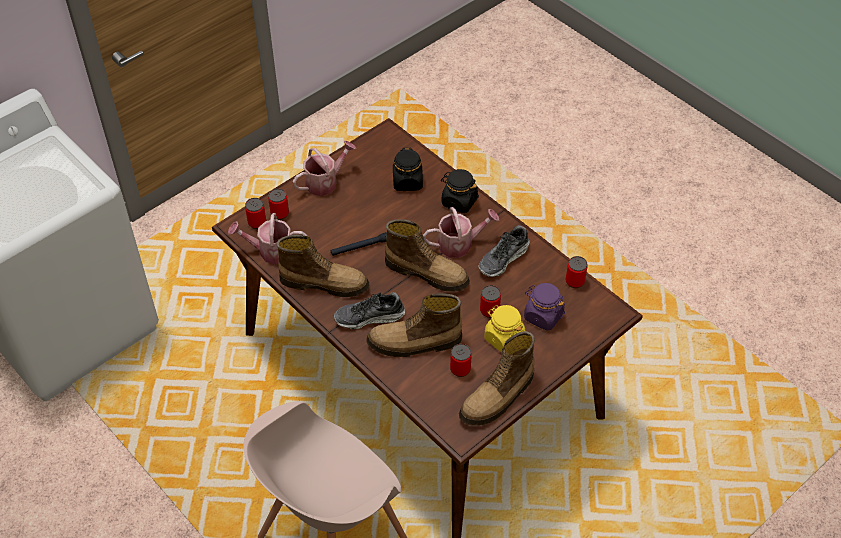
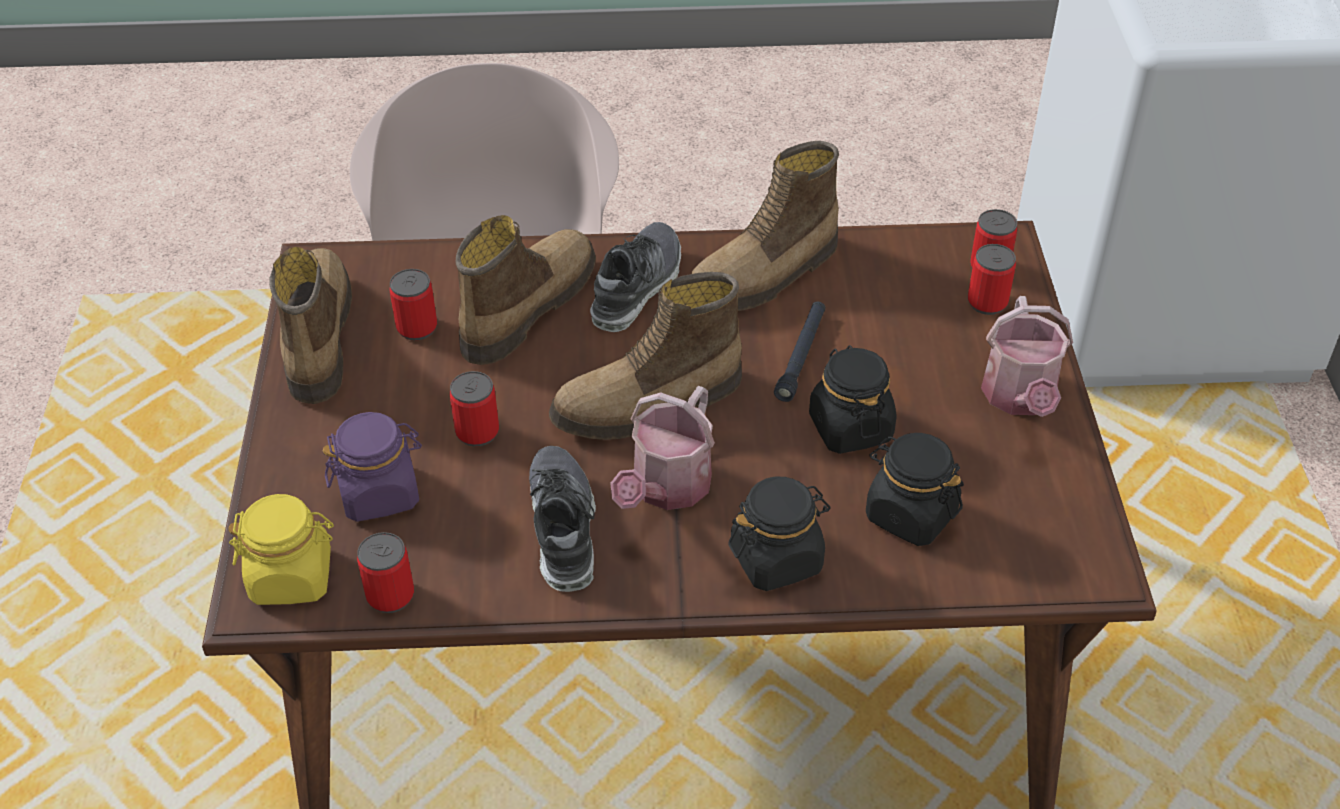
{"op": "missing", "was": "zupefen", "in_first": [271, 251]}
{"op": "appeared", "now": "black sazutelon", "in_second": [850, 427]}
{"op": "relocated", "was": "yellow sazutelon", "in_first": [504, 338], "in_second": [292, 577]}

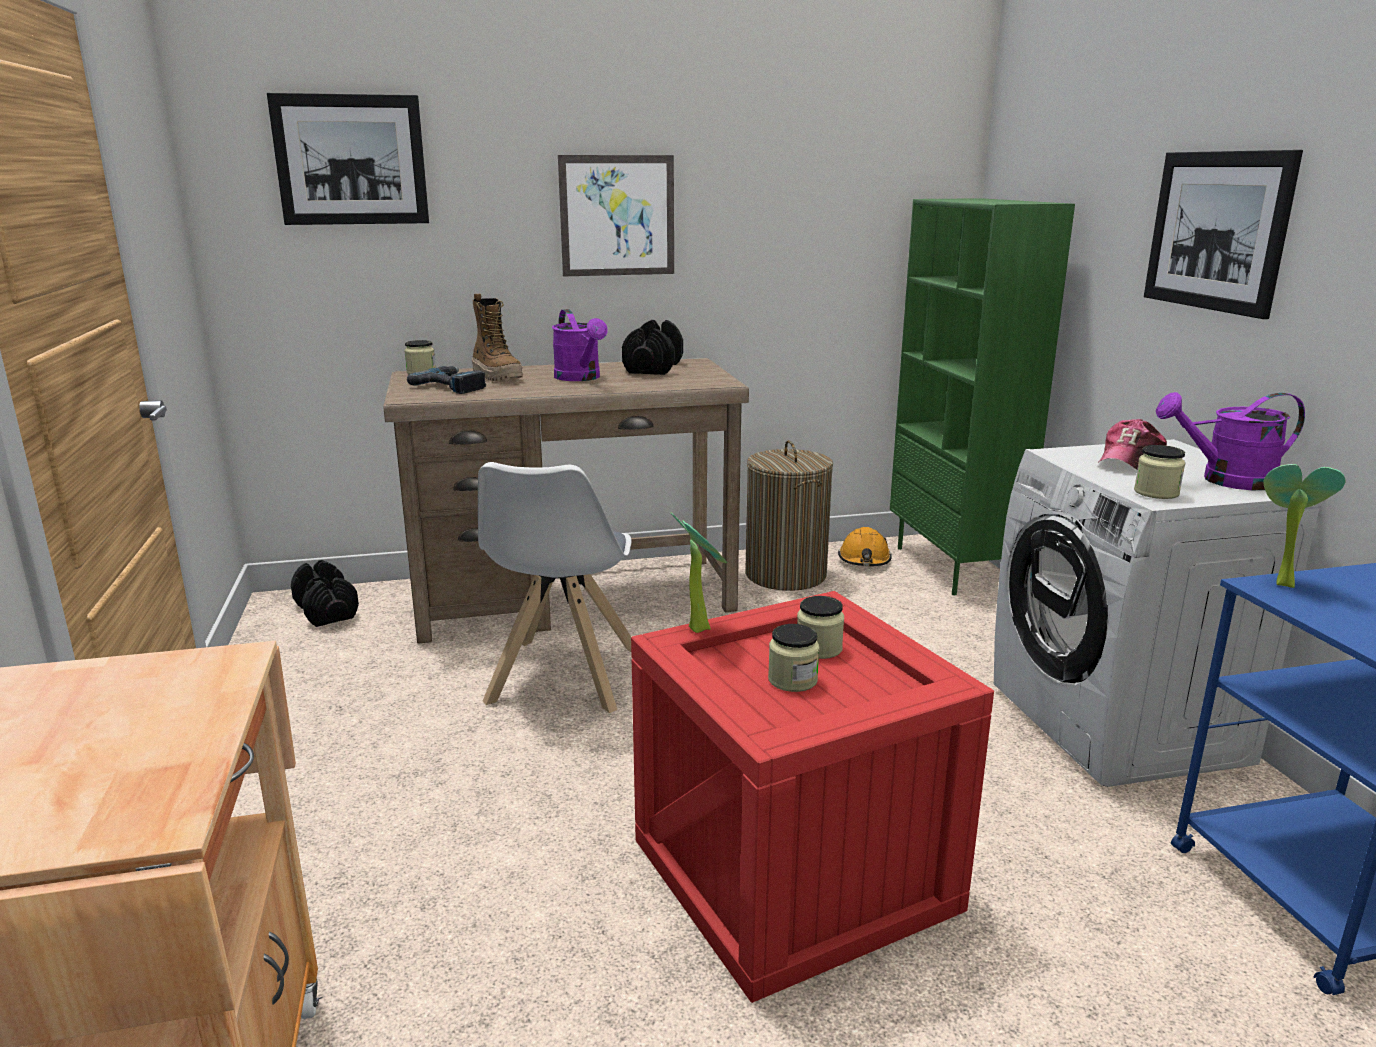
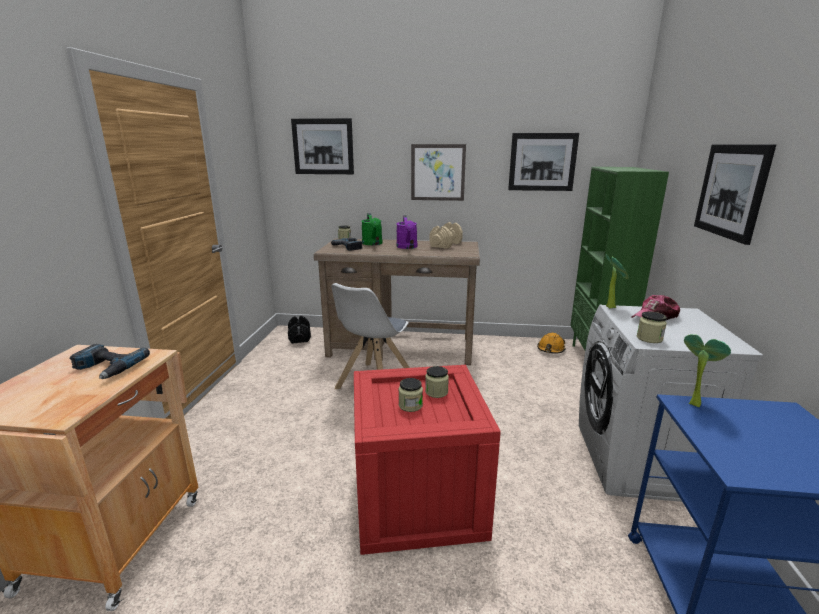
{"op": "missing", "was": "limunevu", "in_first": [786, 575]}
{"op": "missing", "was": "purple zupefen", "in_first": [1226, 481]}
{"op": "appeared", "now": "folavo", "in_second": [106, 368]}
{"op": "appeared", "now": "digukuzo", "in_second": [542, 162]}
{"op": "relocated", "was": "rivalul", "in_first": [700, 627], "in_second": [611, 306]}
{"op": "exchanged", "was": "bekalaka", "now": "green zupefen", "in_first": [497, 377], "in_second": [373, 244]}
{"op": "colour", "was": "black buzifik", "now": "beige buzifik", "in_first": [653, 367], "in_second": [445, 244]}

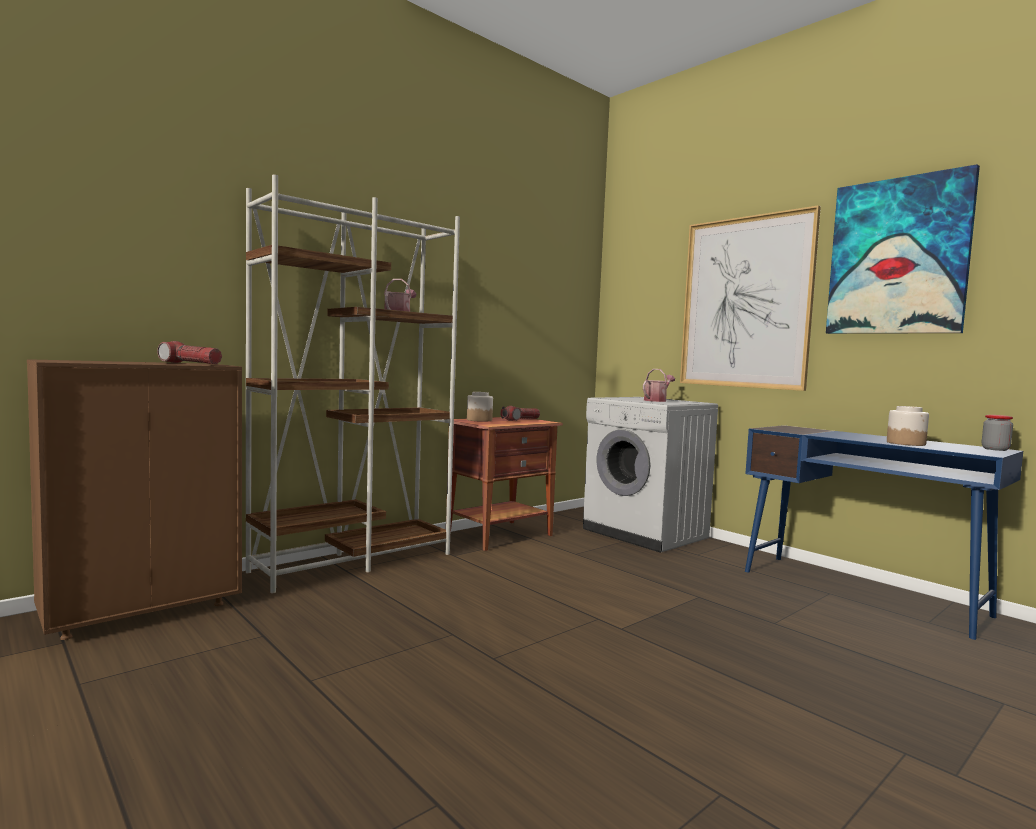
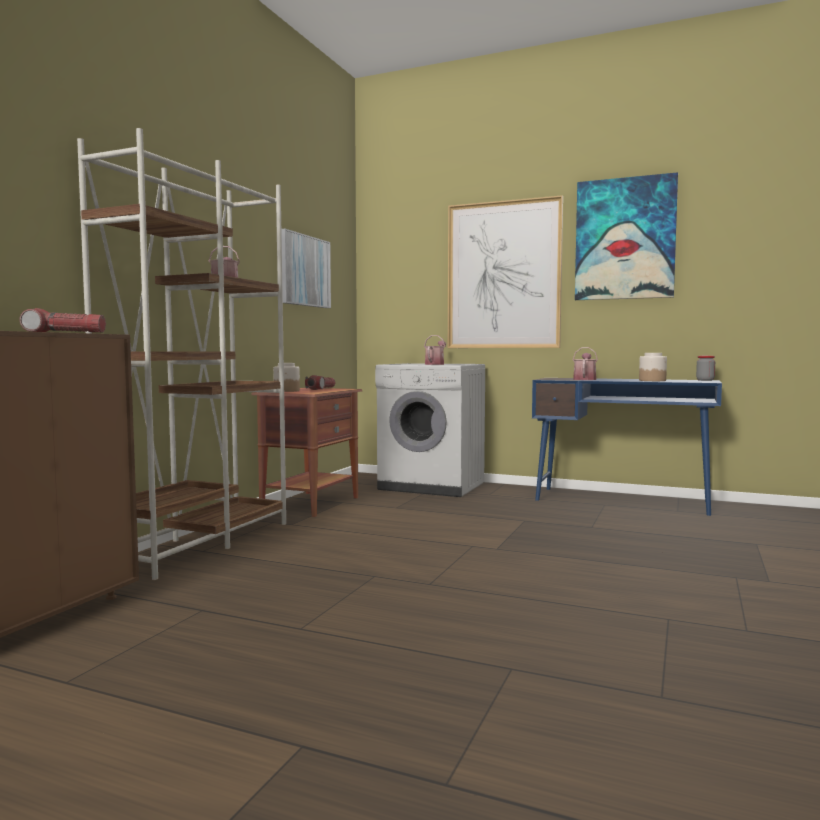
{"op": "appeared", "now": "digukuzo", "in_second": [304, 271]}
{"op": "appeared", "now": "zupefen", "in_second": [584, 379]}

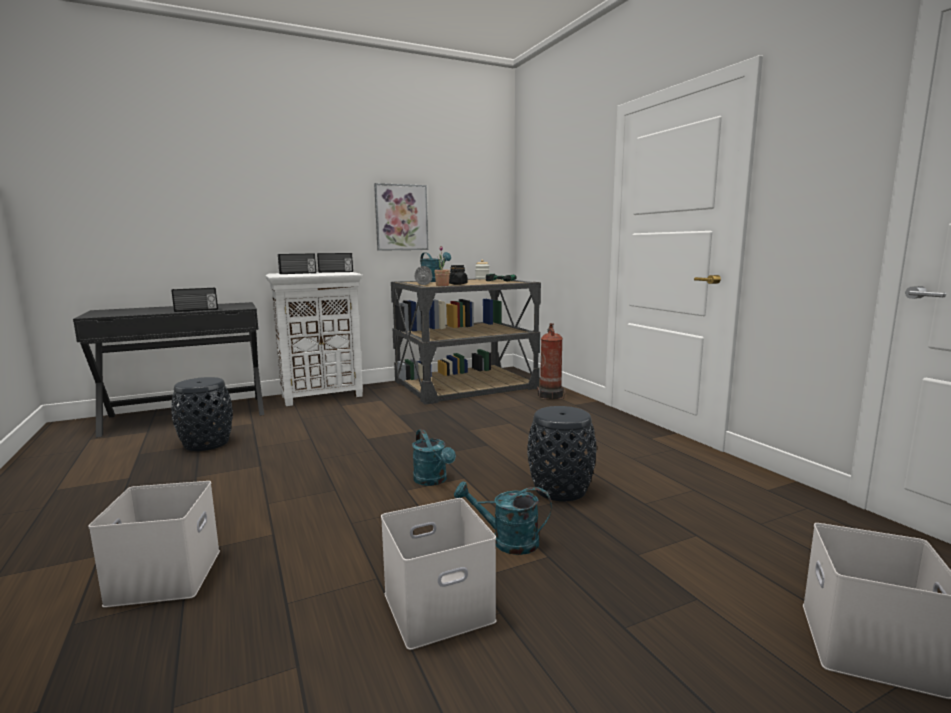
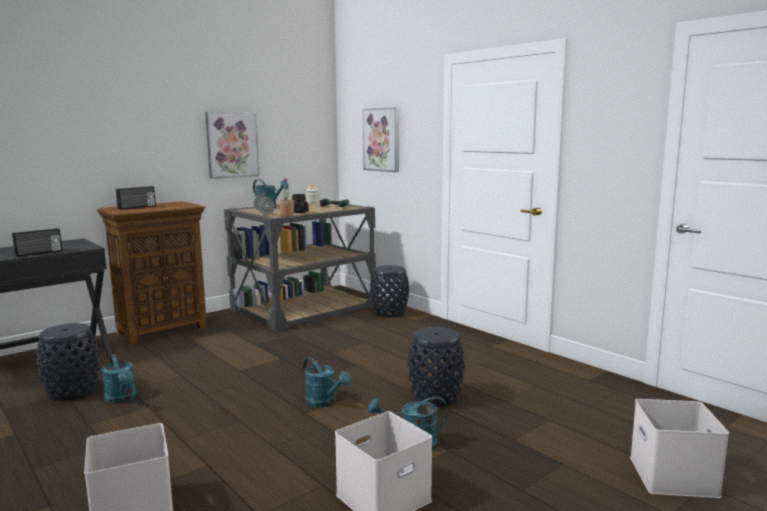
{"op": "missing", "was": "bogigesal", "in_first": [336, 272]}
{"op": "appeared", "now": "turquoise zupefen", "in_second": [122, 399]}
{"op": "appeared", "now": "digukuzo", "in_second": [382, 139]}
{"op": "exchanged", "was": "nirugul", "now": "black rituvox", "in_first": [550, 395], "in_second": [390, 313]}
{"op": "colour", "was": "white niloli", "now": "brown niloli", "in_first": [323, 395], "in_second": [163, 330]}

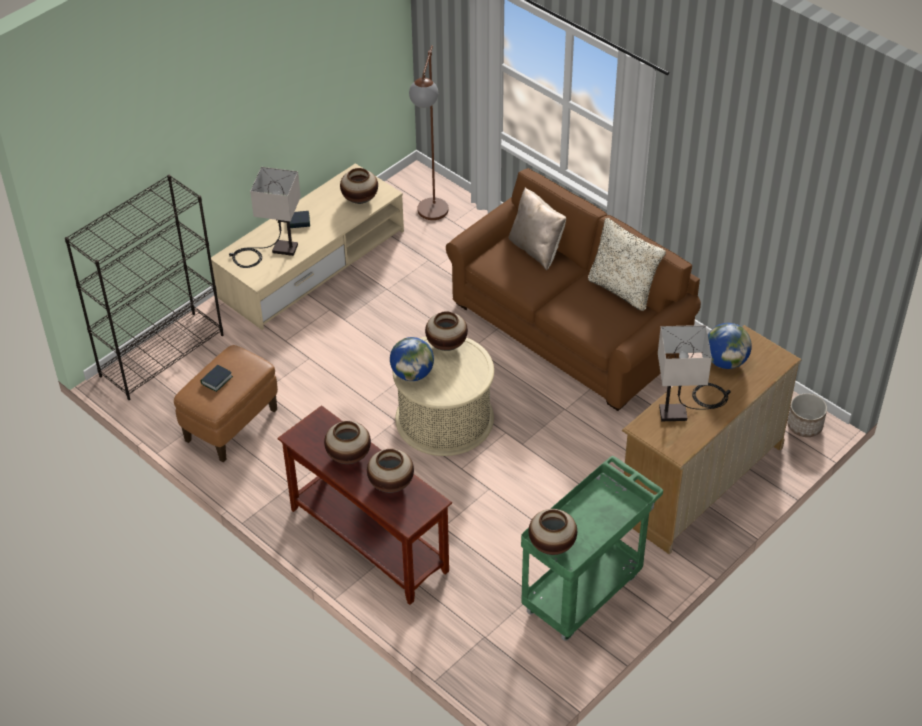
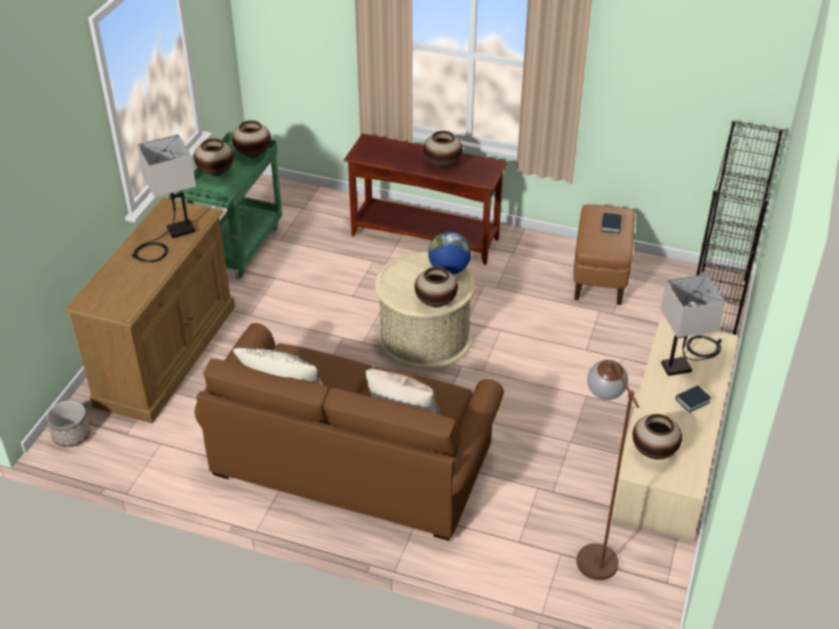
{"op": "missing", "was": "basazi", "in_first": [725, 361]}
{"op": "relocated", "was": "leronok", "in_first": [391, 484], "in_second": [216, 172]}

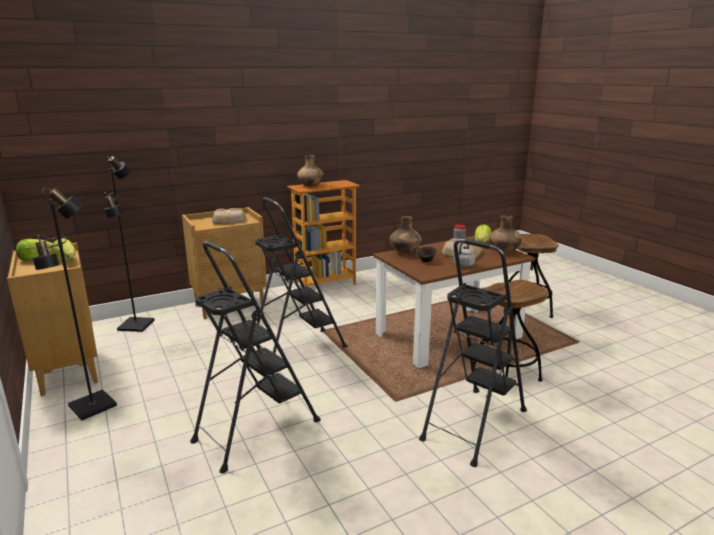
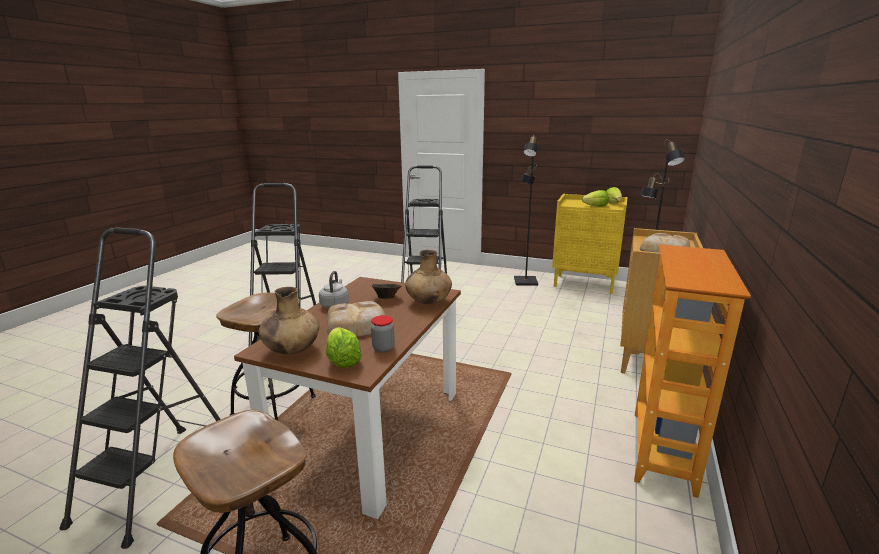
{"op": "missing", "was": "brown leronok", "in_first": [310, 186]}
{"op": "relocated", "was": "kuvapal", "in_first": [297, 350], "in_second": [160, 477]}
{"op": "colour", "was": "brown niloli", "now": "yellow niloli", "in_first": [69, 370], "in_second": [584, 284]}

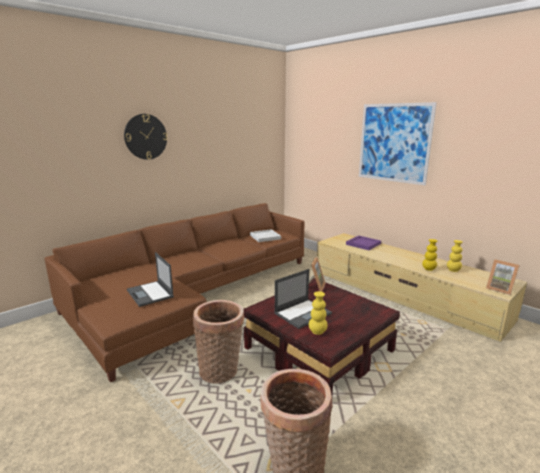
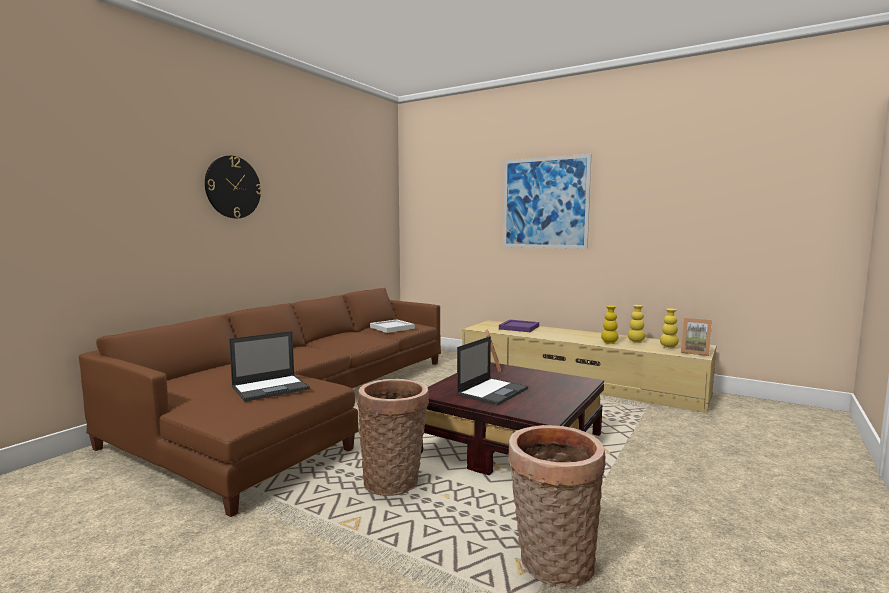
{"op": "relocated", "was": "yellow leronok", "in_first": [317, 332], "in_second": [668, 347]}
{"op": "spun", "was": "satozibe", "in_first": [150, 294], "in_second": [271, 388], "clockwise": -75}

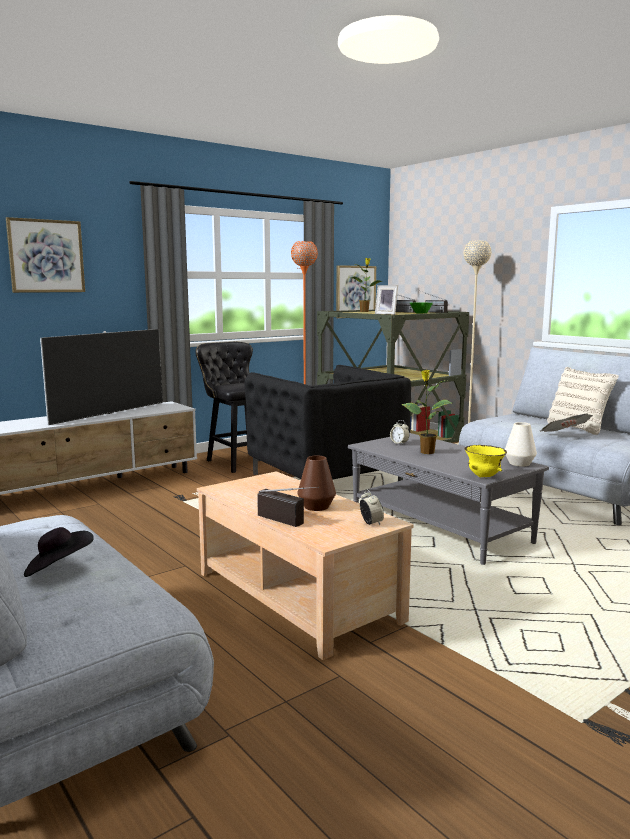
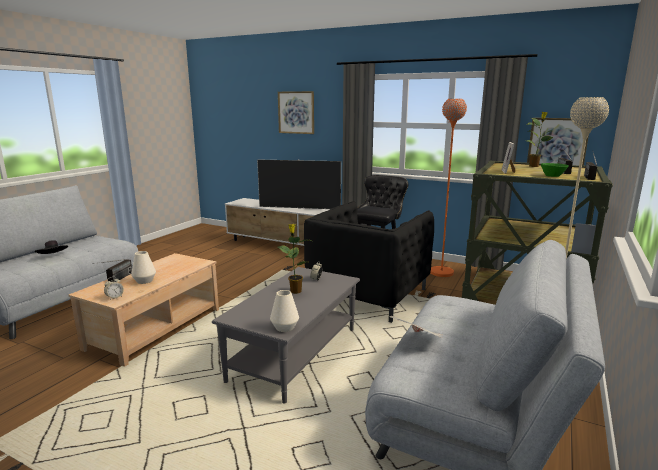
{"op": "missing", "was": "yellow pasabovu", "in_first": [483, 477]}
{"op": "missing", "was": "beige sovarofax", "in_first": [578, 428]}
{"op": "colour", "was": "brown leronok", "now": "white leronok", "in_first": [316, 507], "in_second": [144, 281]}

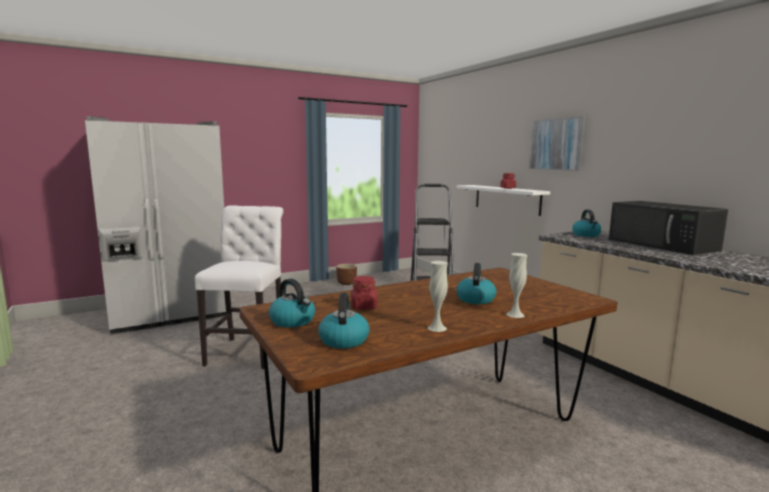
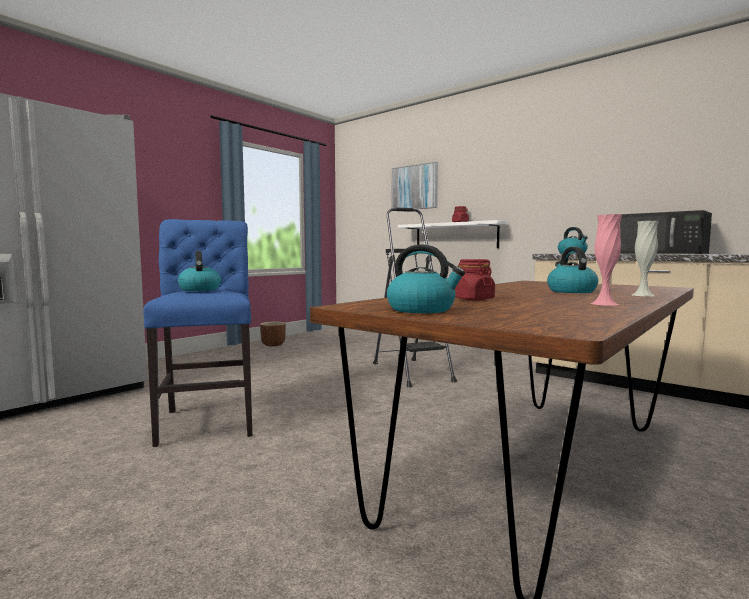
{"op": "relocated", "was": "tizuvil", "in_first": [343, 340], "in_second": [199, 289]}
{"op": "relocated", "was": "digukuzo", "in_first": [556, 144], "in_second": [414, 187]}
{"op": "colour", "was": "white rituvox", "now": "blue rituvox", "in_first": [249, 351], "in_second": [209, 420]}
{"op": "colour", "was": "white leronok", "now": "pink leronok", "in_first": [437, 328], "in_second": [604, 304]}

